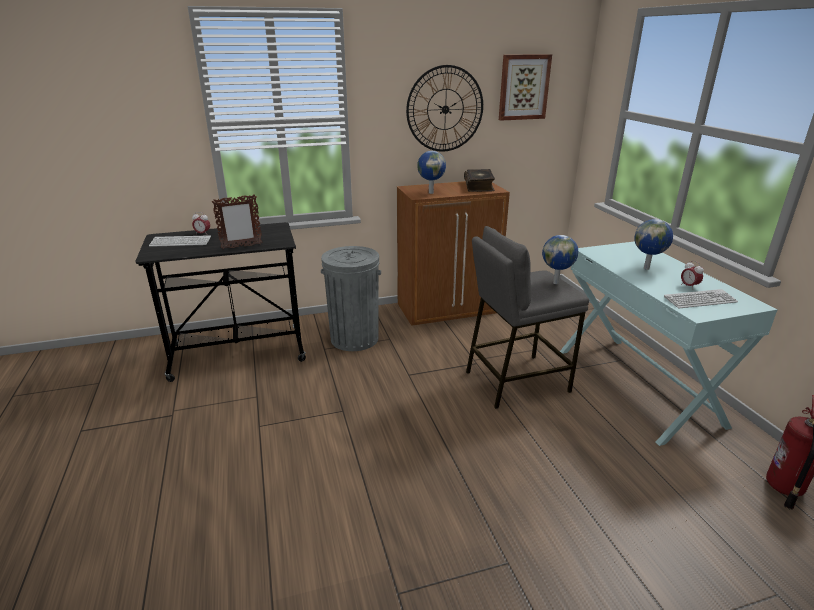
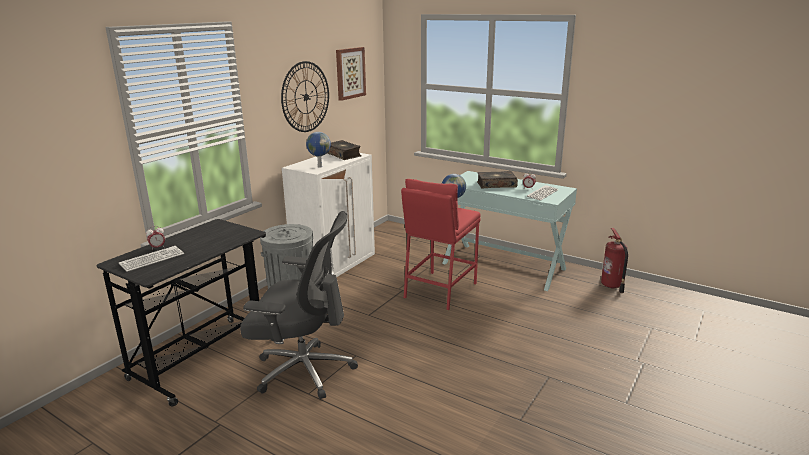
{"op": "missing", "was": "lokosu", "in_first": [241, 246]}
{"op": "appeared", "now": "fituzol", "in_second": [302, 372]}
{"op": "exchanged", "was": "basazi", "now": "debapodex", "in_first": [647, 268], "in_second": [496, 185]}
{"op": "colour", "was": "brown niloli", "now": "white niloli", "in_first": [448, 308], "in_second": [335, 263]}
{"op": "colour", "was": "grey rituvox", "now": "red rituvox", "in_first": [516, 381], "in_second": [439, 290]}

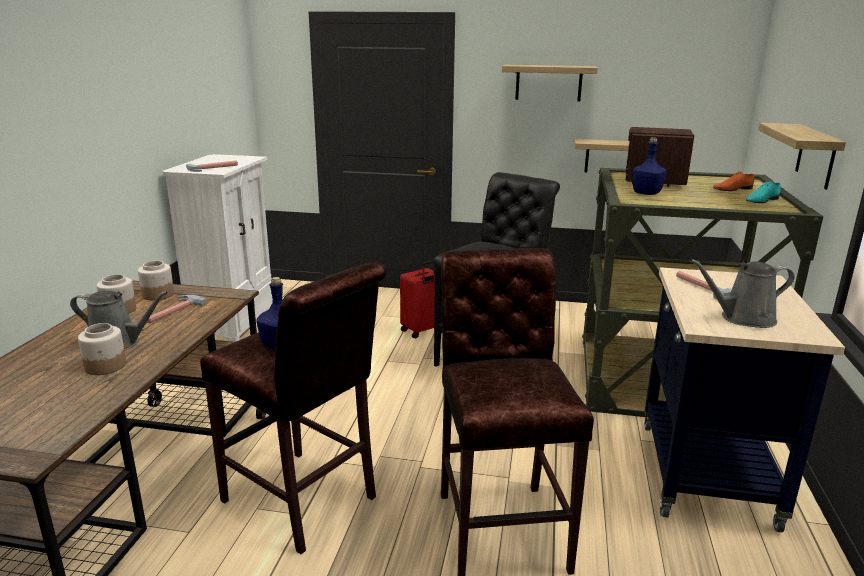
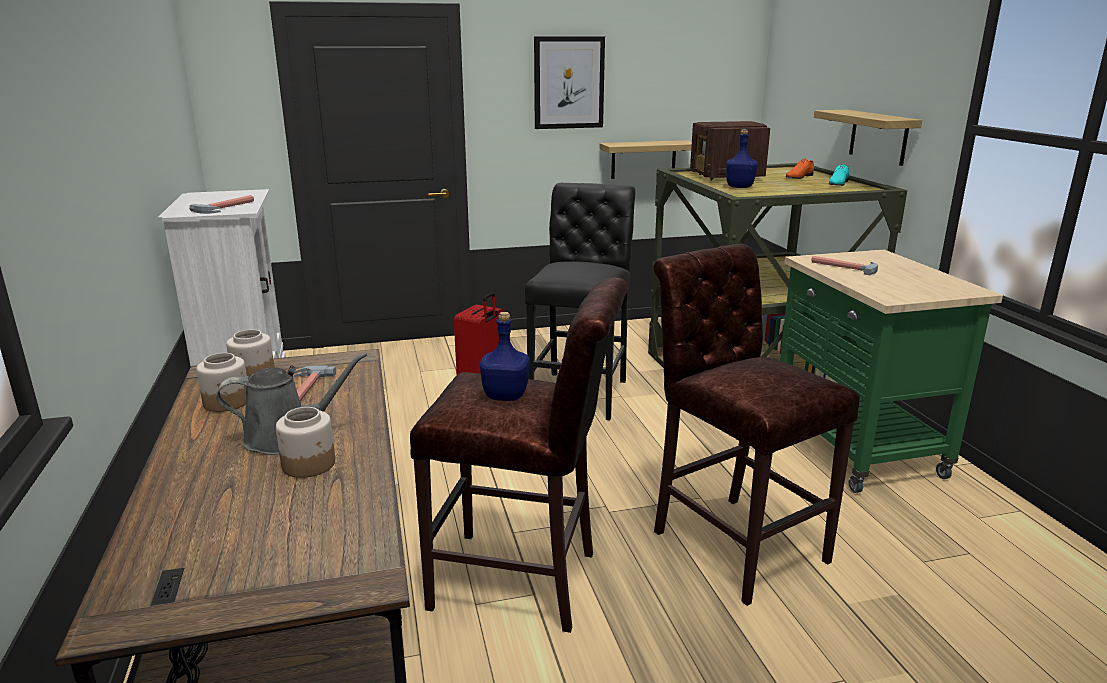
{"op": "missing", "was": "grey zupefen", "in_first": [743, 318]}
{"op": "exchanged", "was": "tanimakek", "now": "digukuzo", "in_first": [548, 83], "in_second": [568, 83]}
{"op": "colour", "was": "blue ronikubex", "now": "green ronikubex", "in_first": [706, 476], "in_second": [856, 450]}

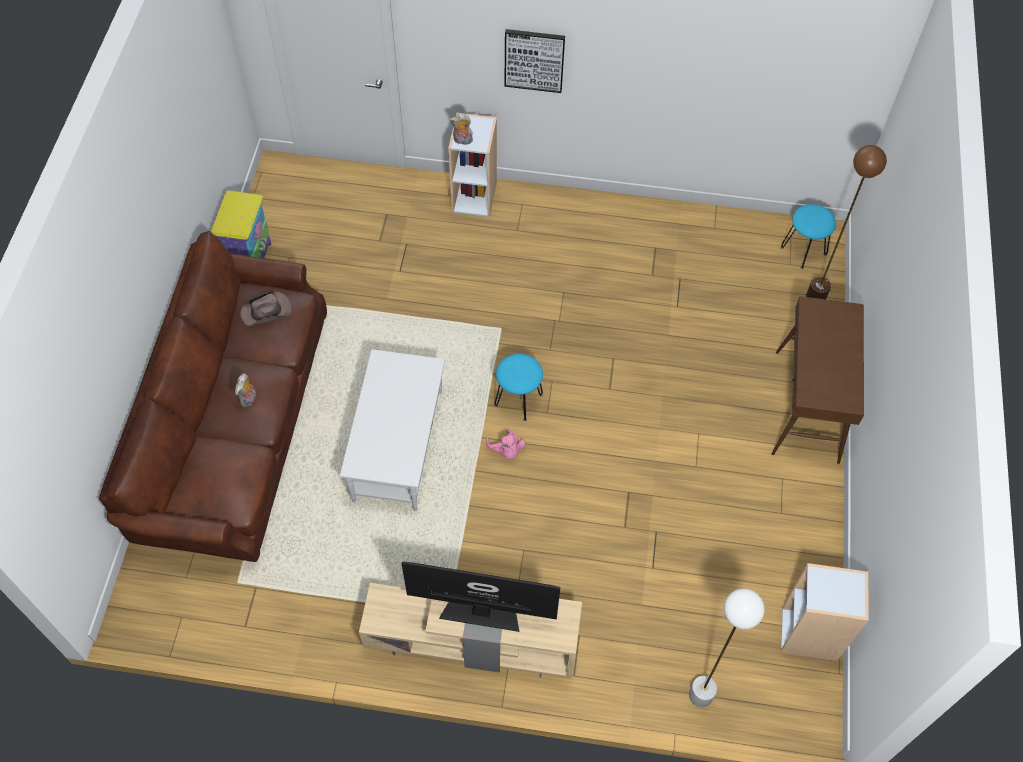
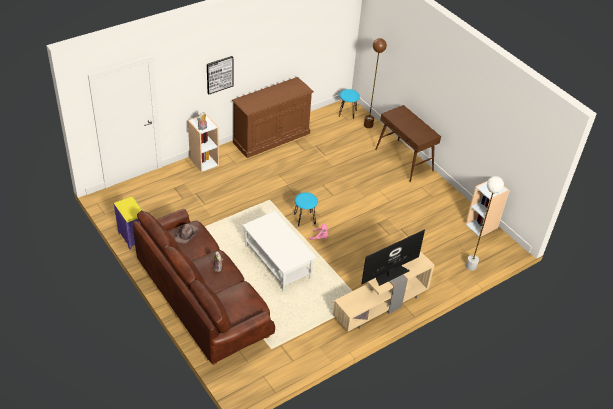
{"op": "appeared", "now": "brown niloli", "in_second": [272, 138]}

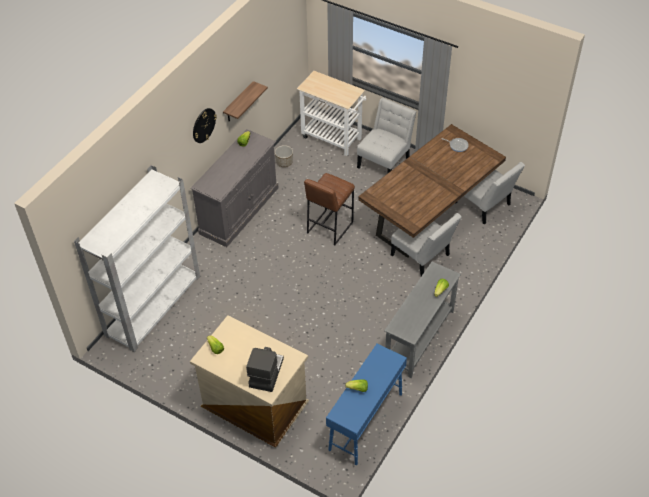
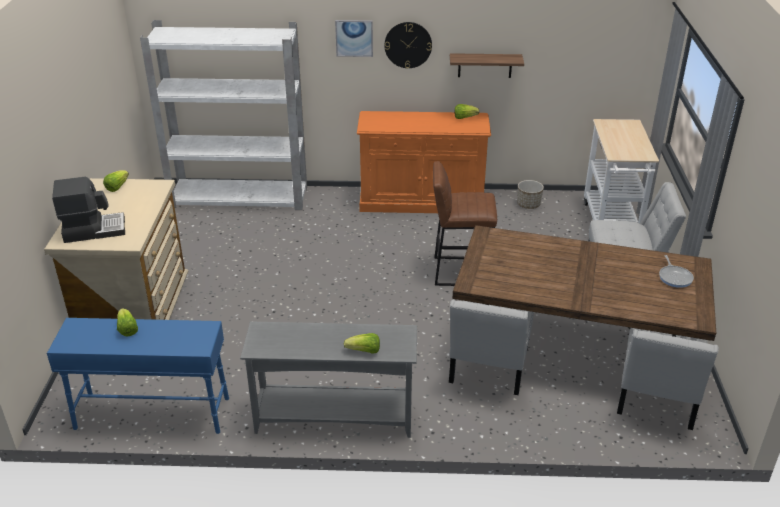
{"op": "appeared", "now": "digukuzo", "in_second": [354, 38]}
{"op": "colour", "was": "grey niloli", "now": "orange niloli", "in_first": [240, 210], "in_second": [422, 201]}

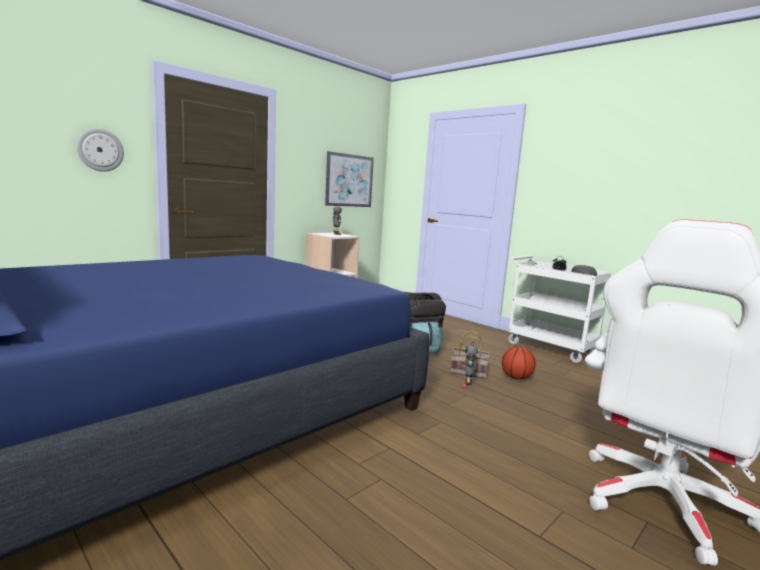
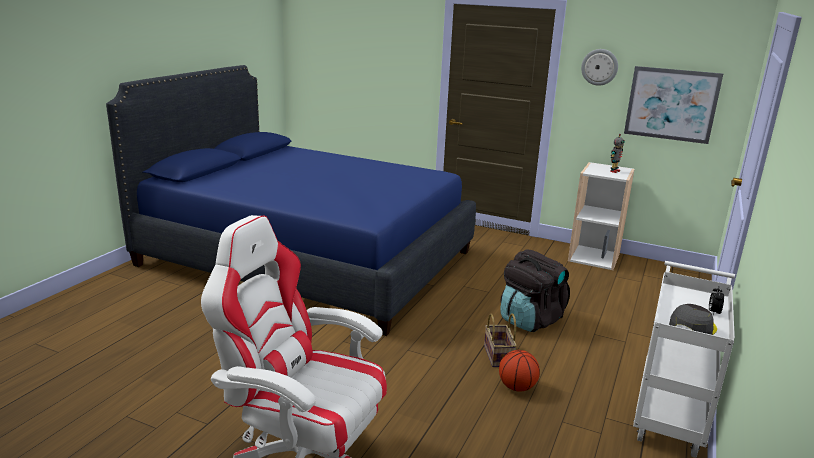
{"op": "missing", "was": "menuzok", "in_first": [467, 385]}
{"op": "relocated", "was": "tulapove", "in_first": [100, 150], "in_second": [599, 67]}

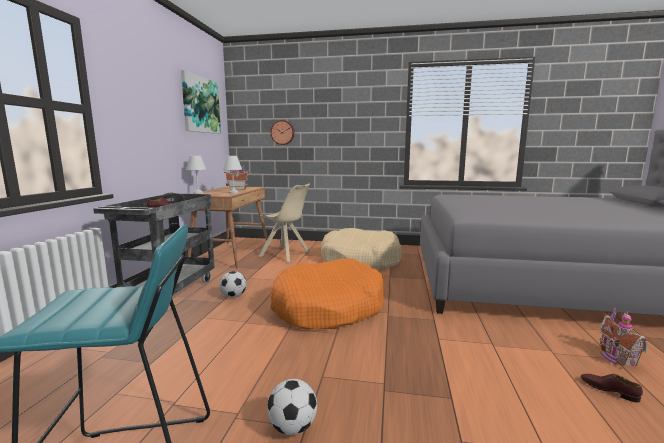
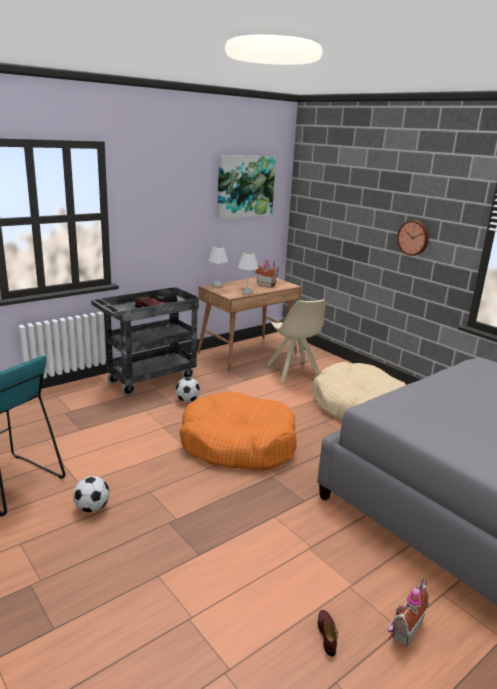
{"op": "relocated", "was": "tulapove", "in_first": [282, 132], "in_second": [413, 237]}

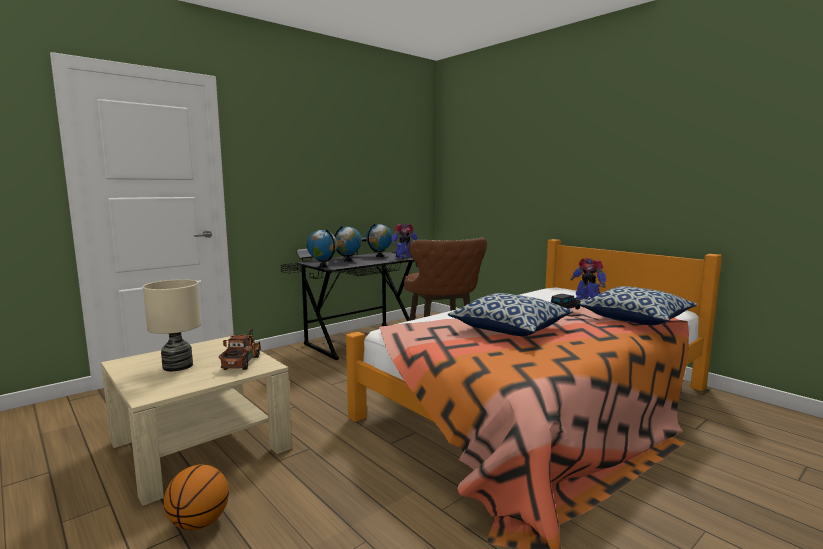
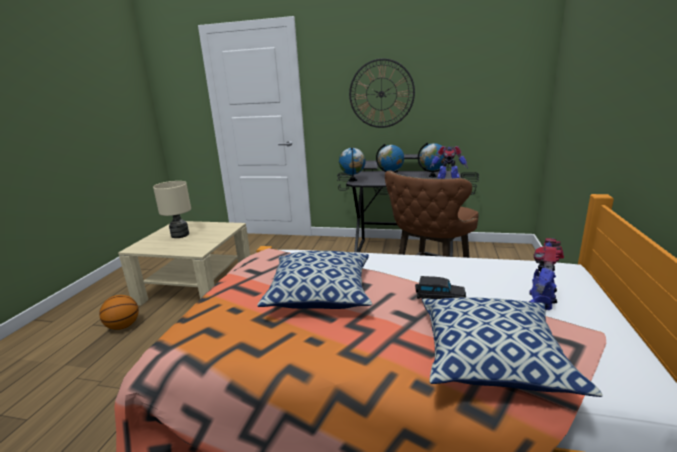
{"op": "missing", "was": "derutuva", "in_first": [243, 361]}
{"op": "appeared", "now": "tulapove", "in_second": [381, 94]}

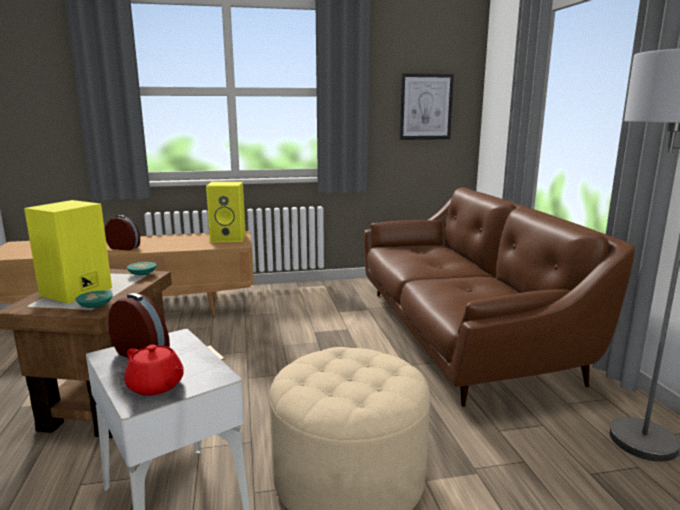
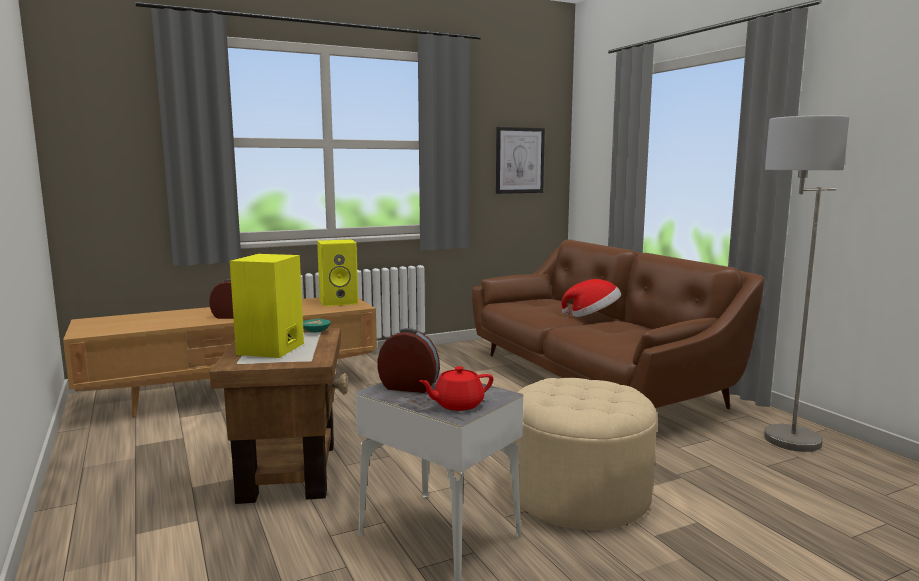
{"op": "missing", "was": "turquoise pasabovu", "in_first": [94, 306]}
{"op": "appeared", "now": "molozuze", "in_second": [592, 316]}
{"op": "spun", "was": "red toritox", "in_first": [156, 386], "in_second": [457, 405], "clockwise": 135}

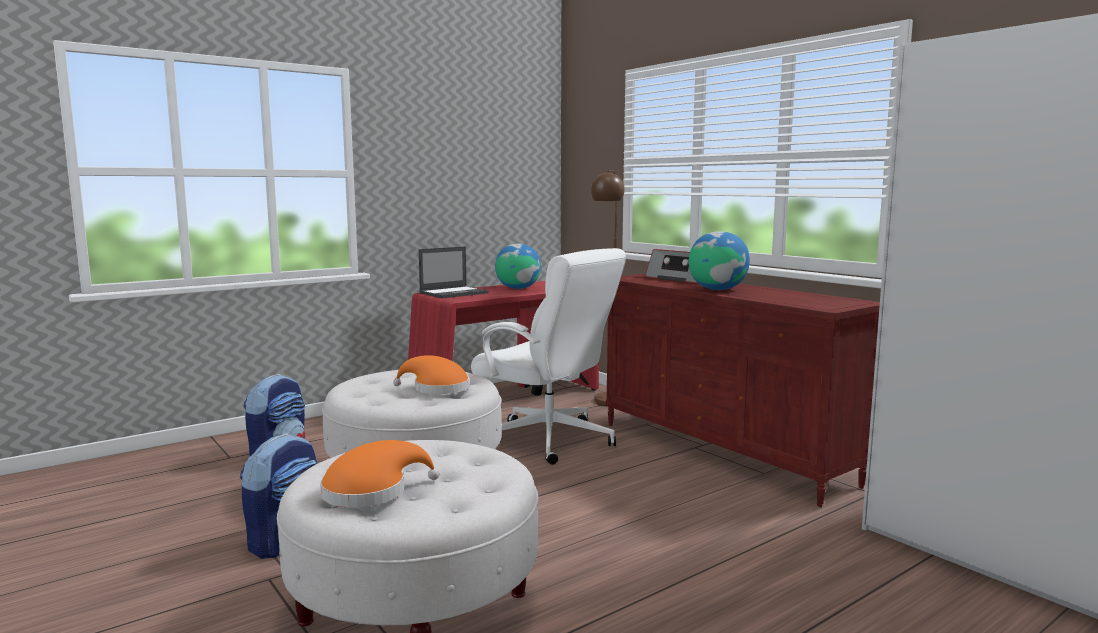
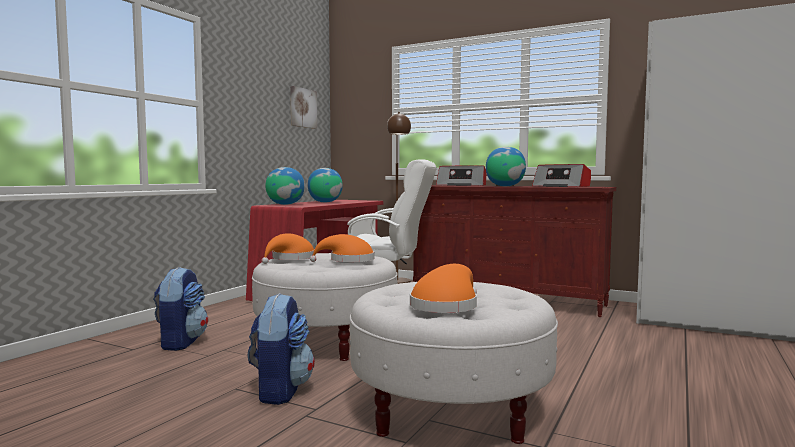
{"op": "appeared", "now": "orange molozuze", "in_second": [291, 259]}
{"op": "appeared", "now": "digukuzo", "in_second": [302, 108]}
{"op": "appeared", "now": "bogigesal", "in_second": [561, 186]}
{"op": "exchanged", "was": "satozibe", "now": "basazi", "in_first": [454, 293], "in_second": [285, 204]}

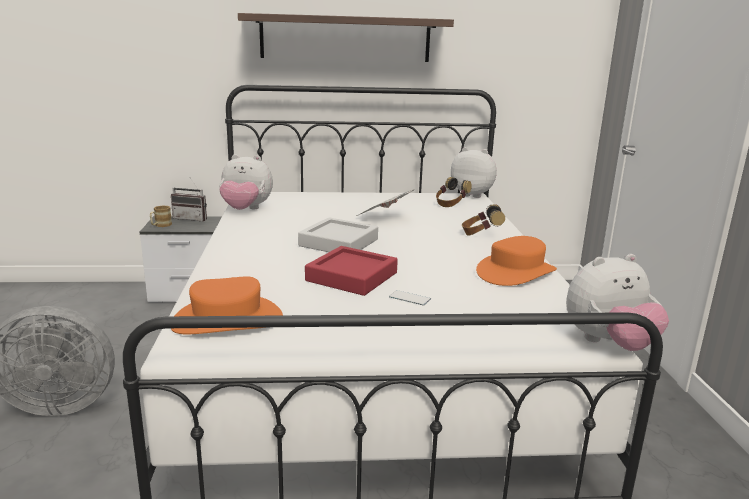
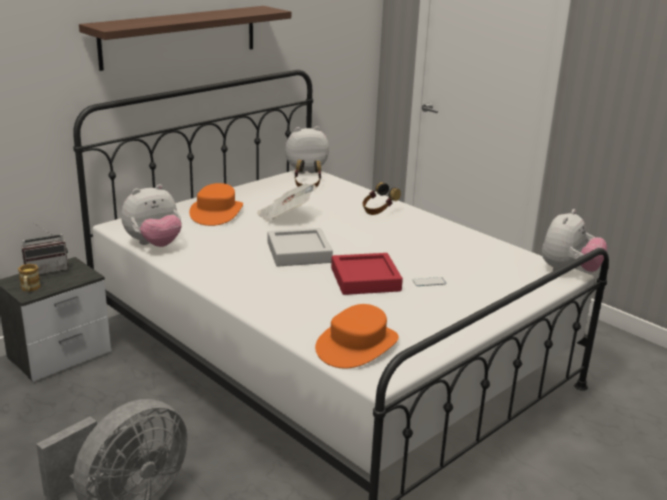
{"op": "relocated", "was": "orange molozuze", "in_first": [515, 272], "in_second": [216, 212]}

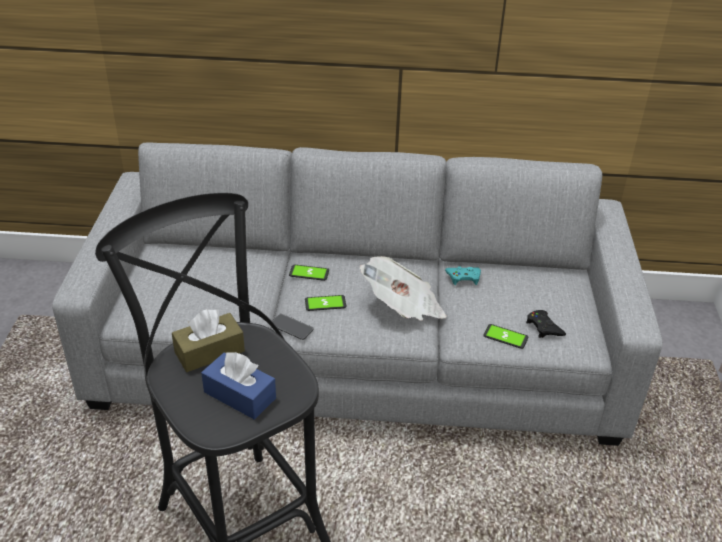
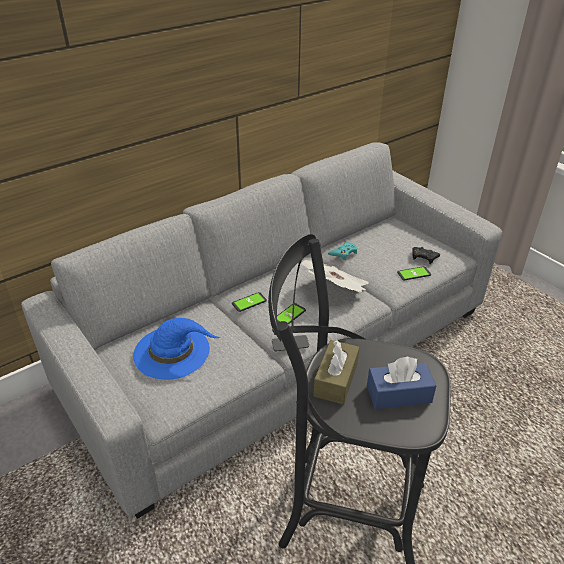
{"op": "appeared", "now": "blue molozuze", "in_second": [173, 351]}

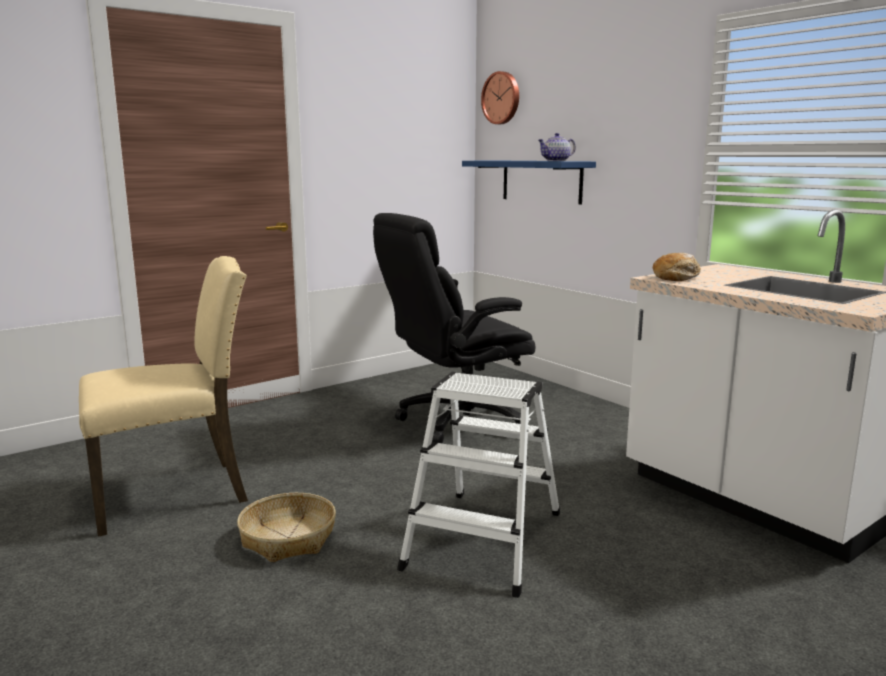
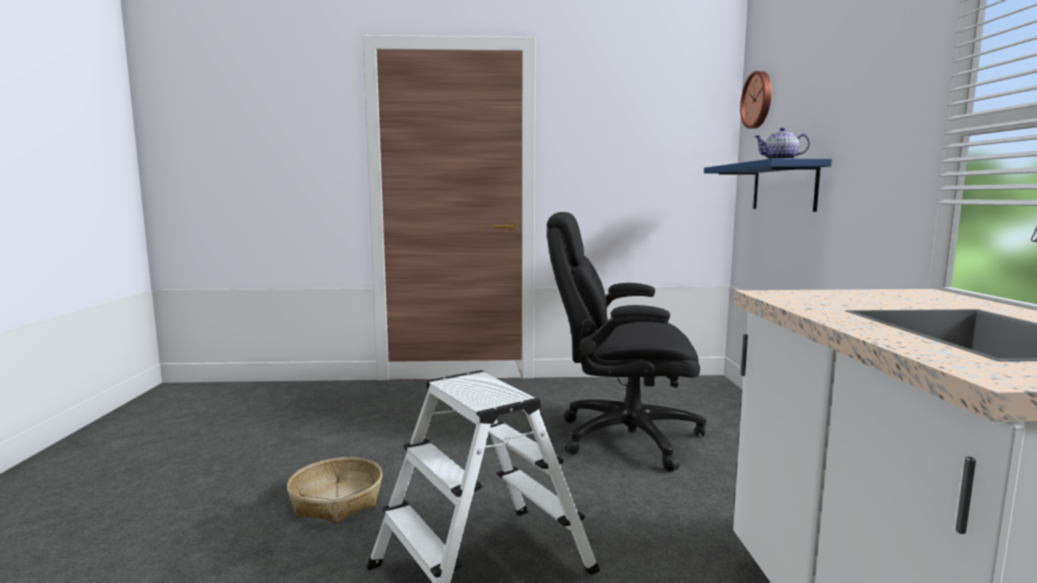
{"op": "missing", "was": "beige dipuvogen", "in_first": [175, 493]}
{"op": "missing", "was": "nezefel", "in_first": [676, 277]}

